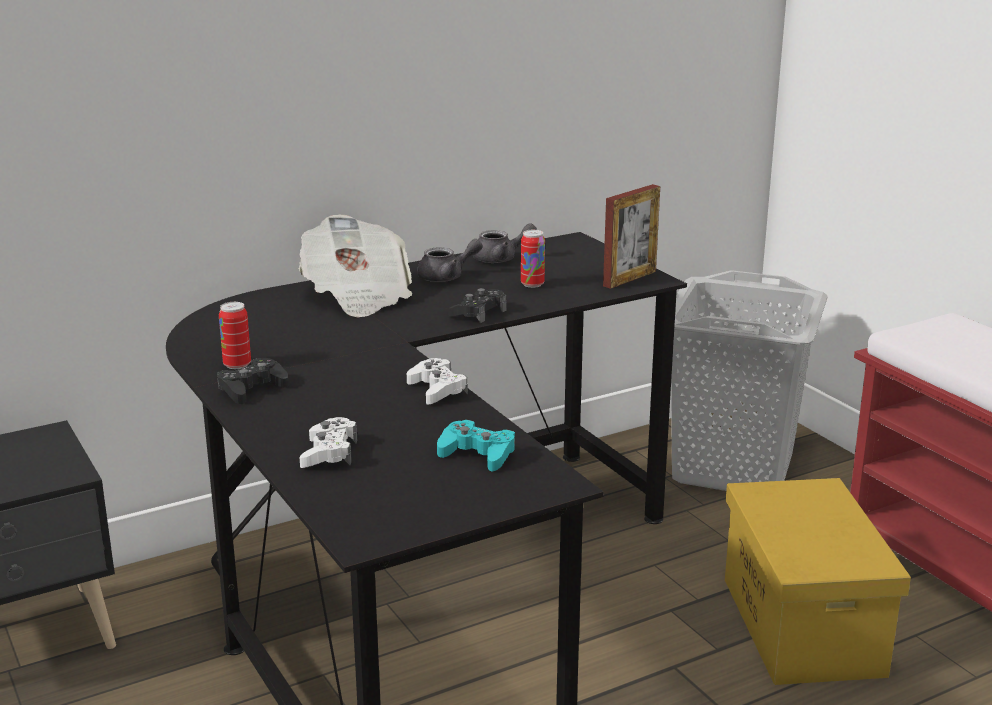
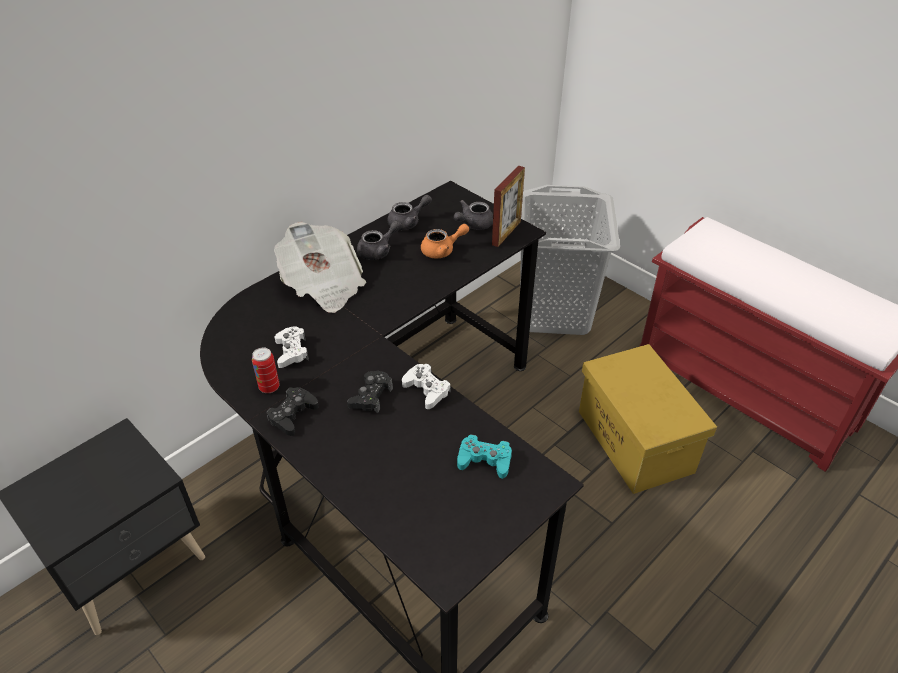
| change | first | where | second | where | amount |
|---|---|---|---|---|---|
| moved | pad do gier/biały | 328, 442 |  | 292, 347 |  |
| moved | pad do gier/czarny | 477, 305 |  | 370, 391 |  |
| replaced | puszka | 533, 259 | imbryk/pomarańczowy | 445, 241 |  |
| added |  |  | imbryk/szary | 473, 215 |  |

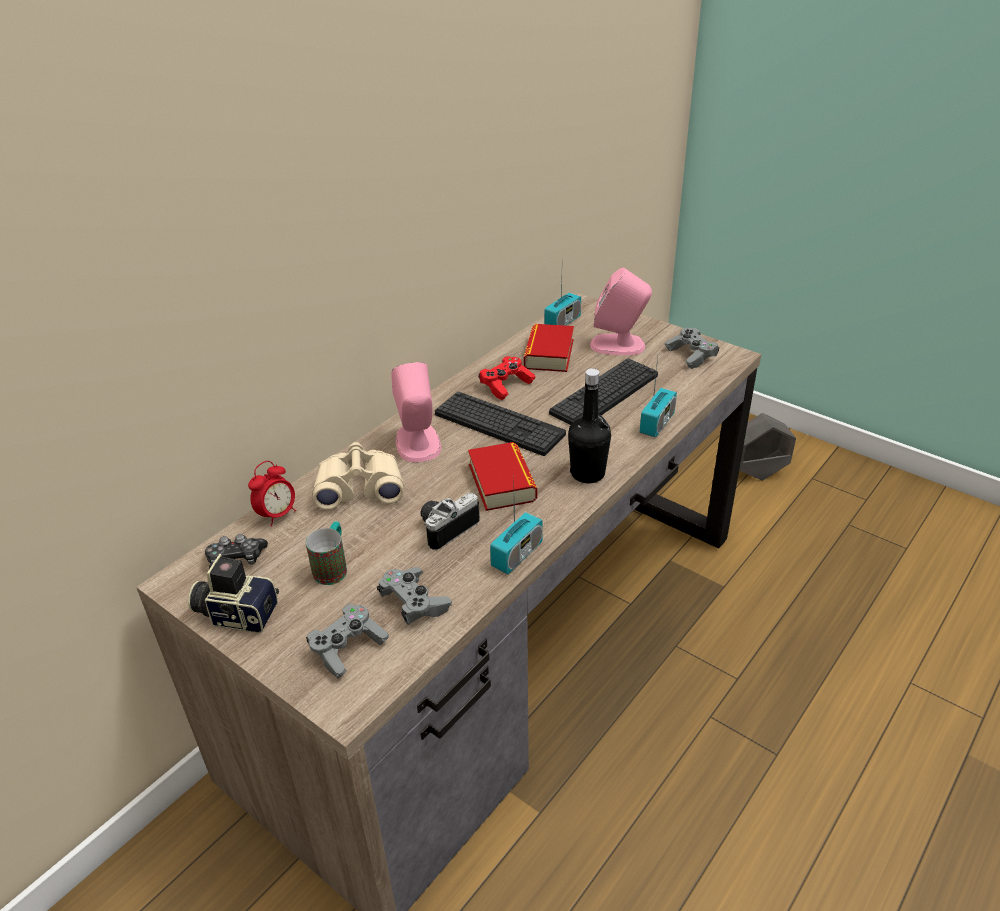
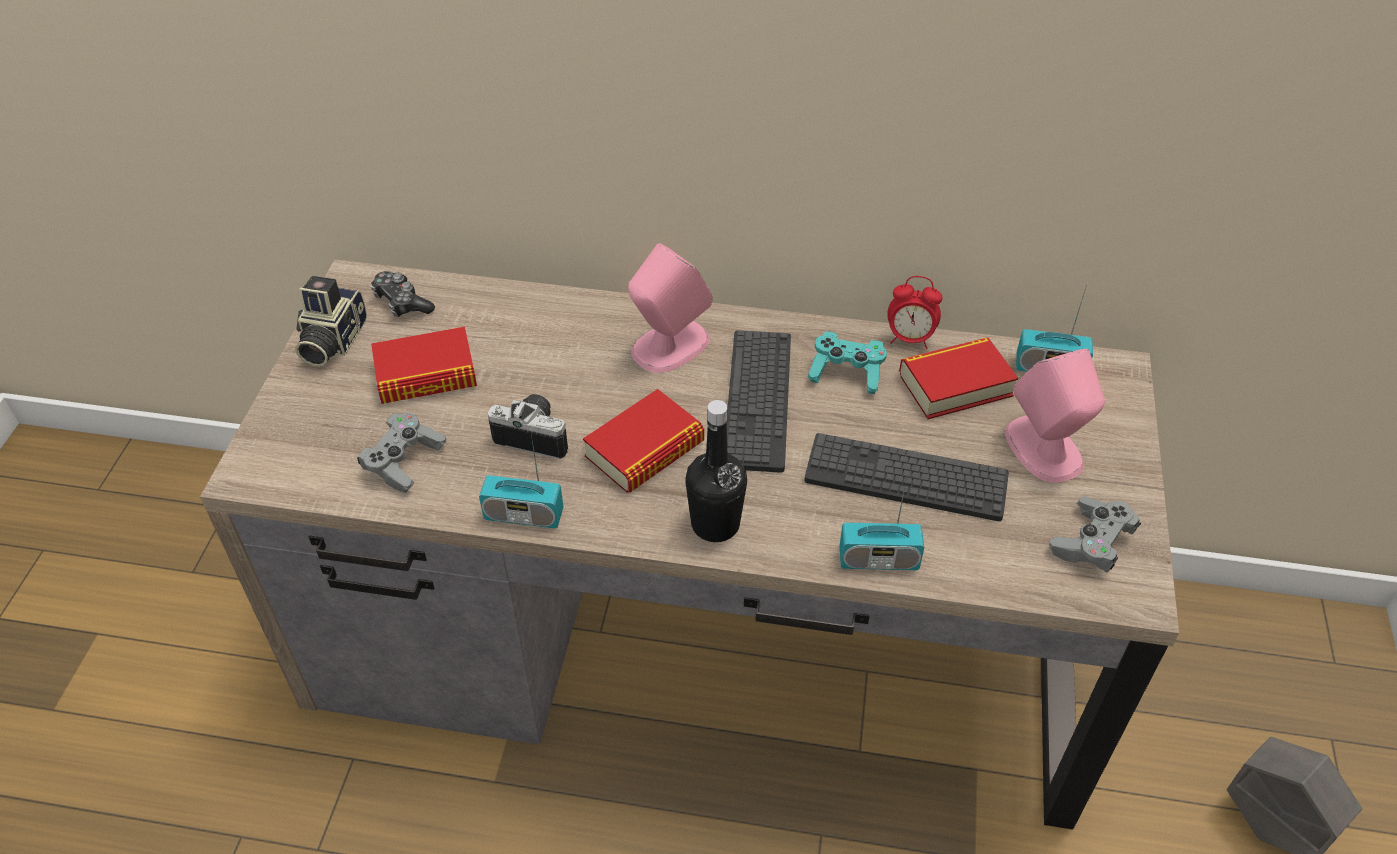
| change | first | where | second | where | amount |
|---|---|---|---|---|---|
| turned | aparat fotograficzny | 233, 593 |  | 331, 321 | 150 degrees counterclockwise |
| replaced | kubek | 326, 553 | książka | 424, 365 |  |
| recoloured | pad do gier/czerwony | 507, 378 | pad do gier/turkusowy | 847, 362 |  |
| moved | budzik | 272, 494 |  | 915, 312 |  |
| removed | pad do gier/szary | 347, 641 |  |  |  |
| removed | lornetka/beżowy | 358, 476 |  |  |  |

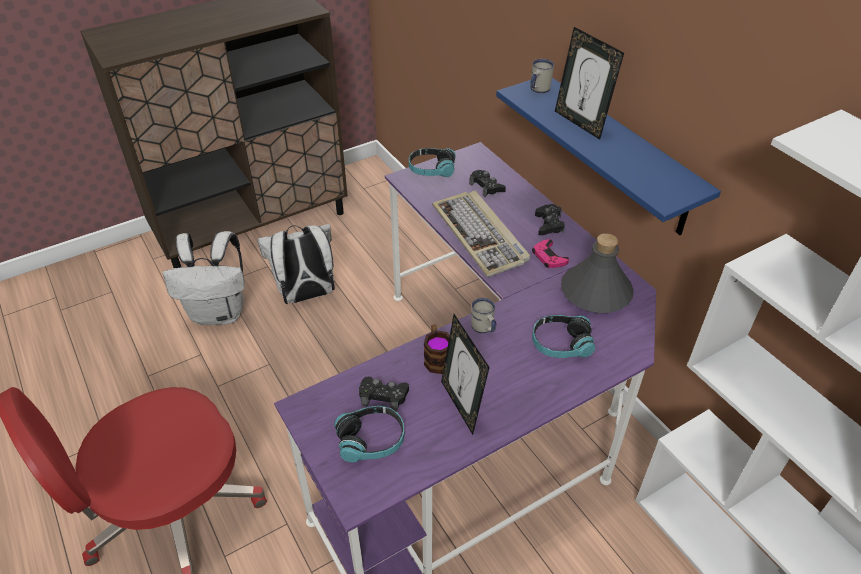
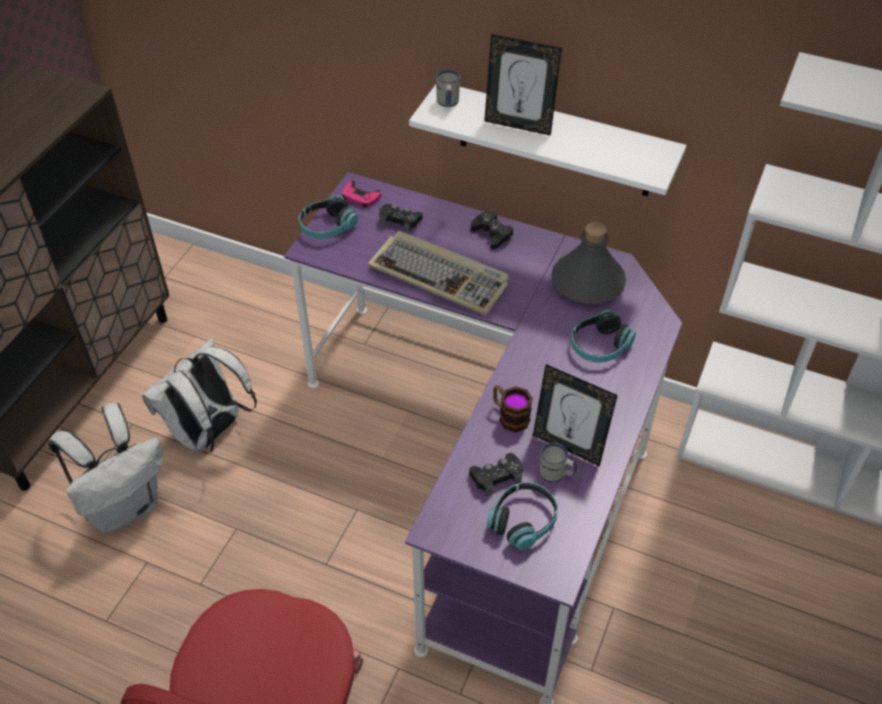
| change | first | where | second | where | amount |
|---|---|---|---|---|---|
| moved | pad do gier/różowy | 550, 253 |  | 361, 193 |  |
| recoloured | półka/niebieski | 608, 156 | półka/biały | 547, 140 |  |
| moved | kubek/biały | 483, 315 |  | 558, 462 |  |

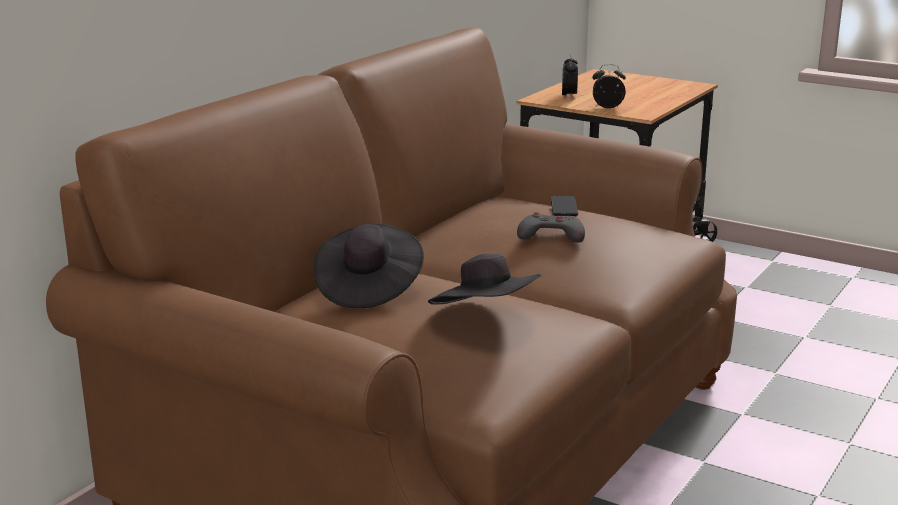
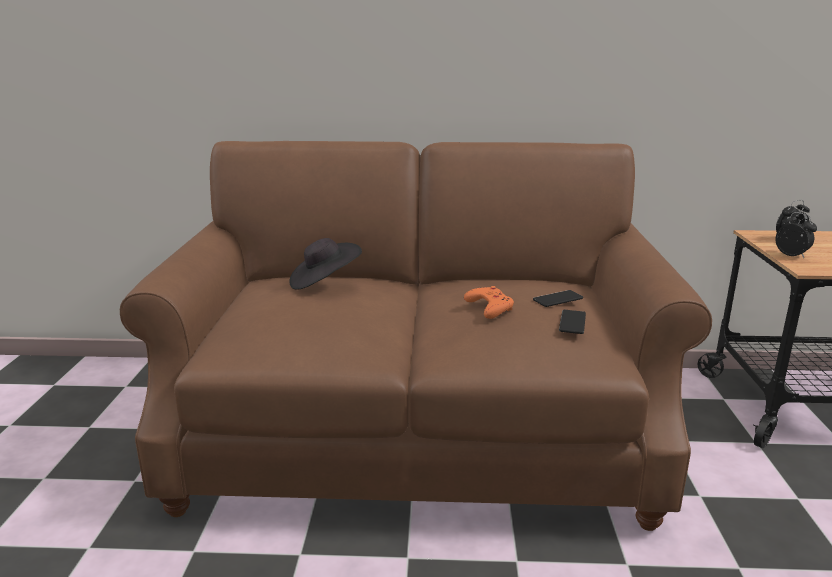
| change | first | where | second | where | amount |
|---|---|---|---|---|---|
| recoloured | pad do gier/szary | 551, 227 | pad do gier/pomarańczowy | 489, 302 |  |
| added |  |  | telefon | 572, 322 |  |
| removed | kapelusz/czarny | 484, 279 |  |  |  |

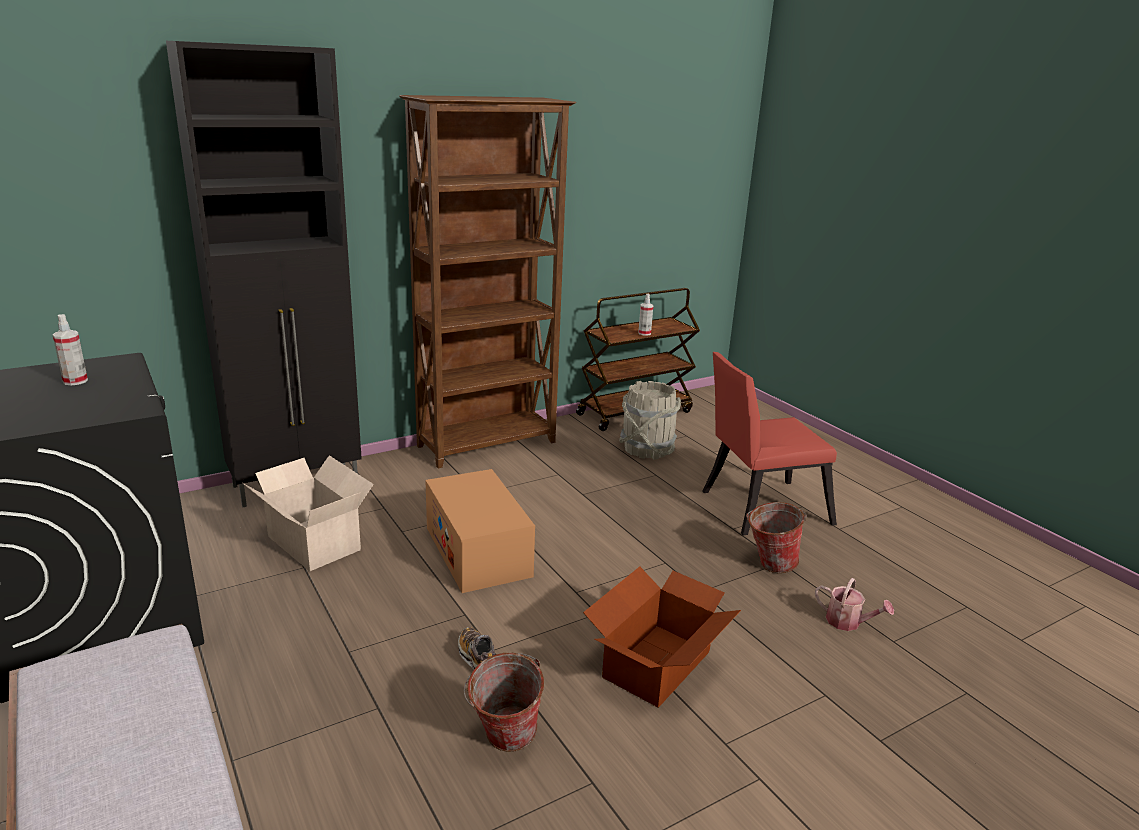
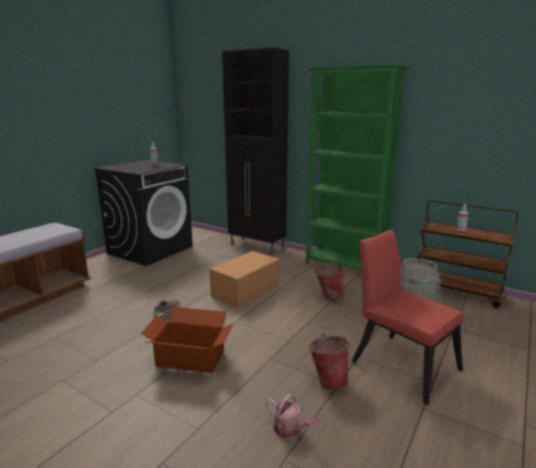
| change | first | where | second | where | amount |
|---|---|---|---|---|---|
| turned | konewka | 854, 604 |  | 292, 416 | 60 degrees counterclockwise |
| recoloured | regał/brązowy | 487, 282 | regał/zielony | 357, 167 |  |
| moved | wiadro | 504, 702 |  | 330, 281 |  |
| removed | karton | 308, 513 |  |  |  |

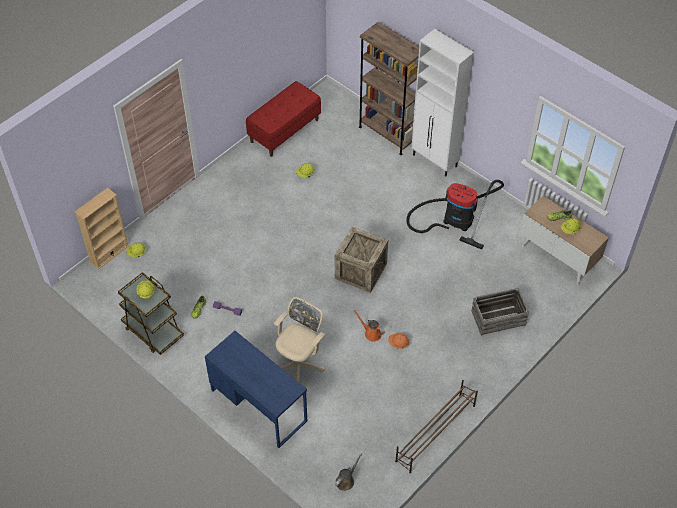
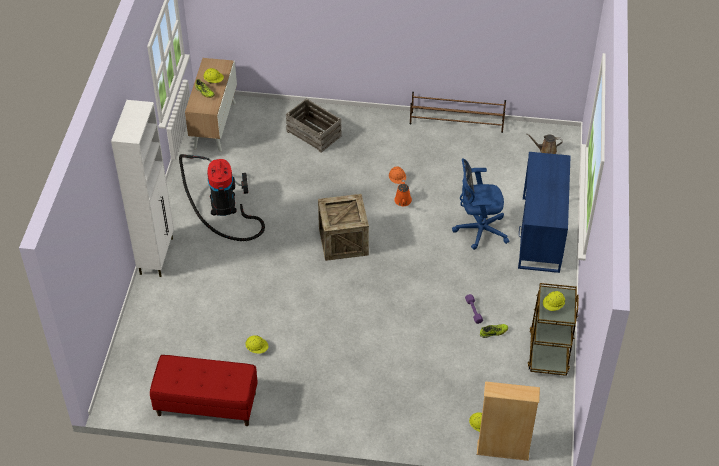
| change | first | where | second | where | amount |
|---|---|---|---|---|---|
| recoloured | krzesło biurowe/beżowy | 299, 341 | krzesło biurowe/niebieski | 480, 204 |  |
| removed | regał/brązowy | 389, 88 |  |  |  |

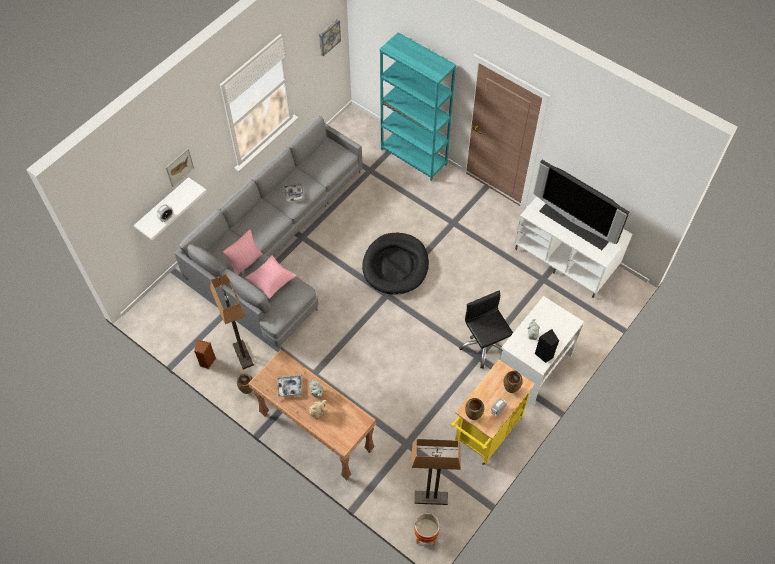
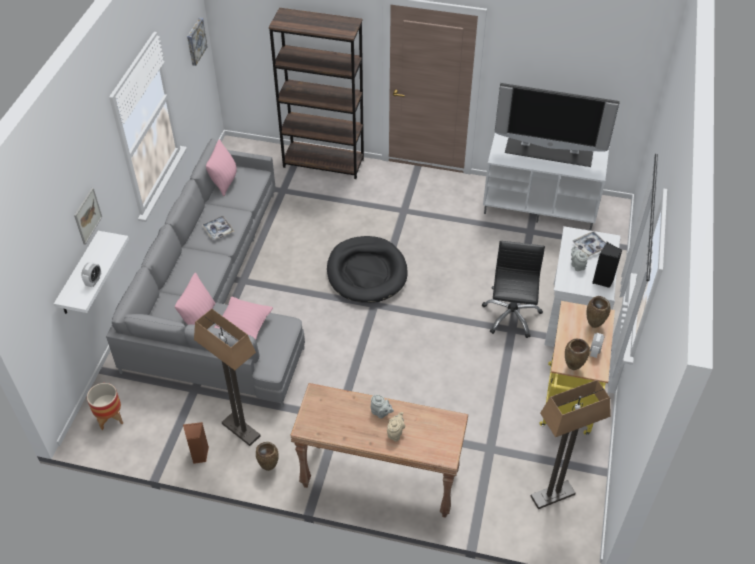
| change | first | where | second | where | amount |
|---|---|---|---|---|---|
| moved | donica | 427, 529 |  | 105, 406 |  |
| added |  |  | poduszka/różowy | 221, 167 |  |
| recoloured | regał/turkusowy | 417, 106 | regał/brązowy | 316, 93 |  |
| turned | krzesło biurowe/czarny | 486, 329 |  | 513, 289 | 60 degrees clockwise |
| moved | taca | 289, 386 |  | 589, 244 |  |

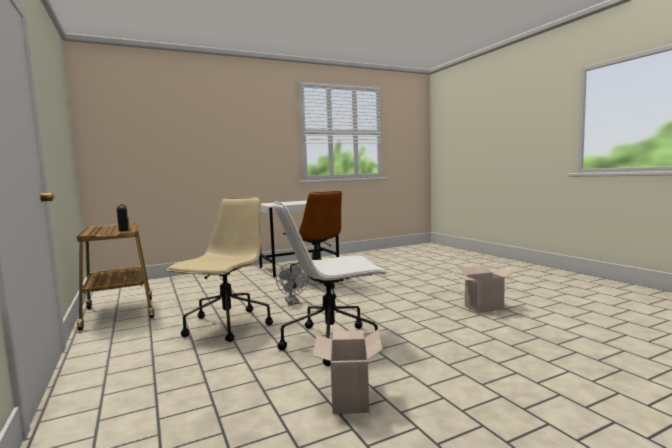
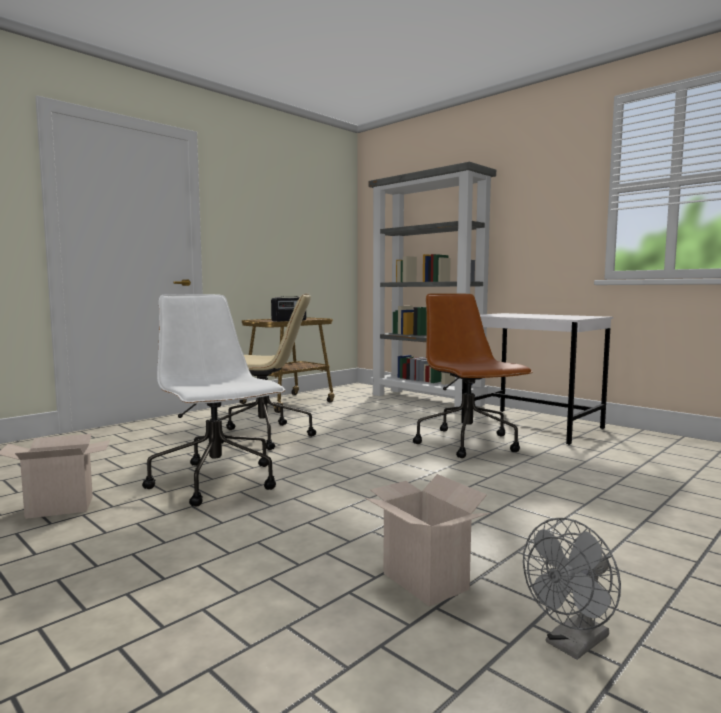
| change | first | where | second | where | amount |
|---|---|---|---|---|---|
| added |  |  | regał/szary | 432, 286 |  |
| turned | krzesło biurowe/brązowy | 315, 240 |  | 473, 375 | 120 degrees clockwise |
| moved | wentylator/szary | 292, 284 |  | 572, 589 |  |

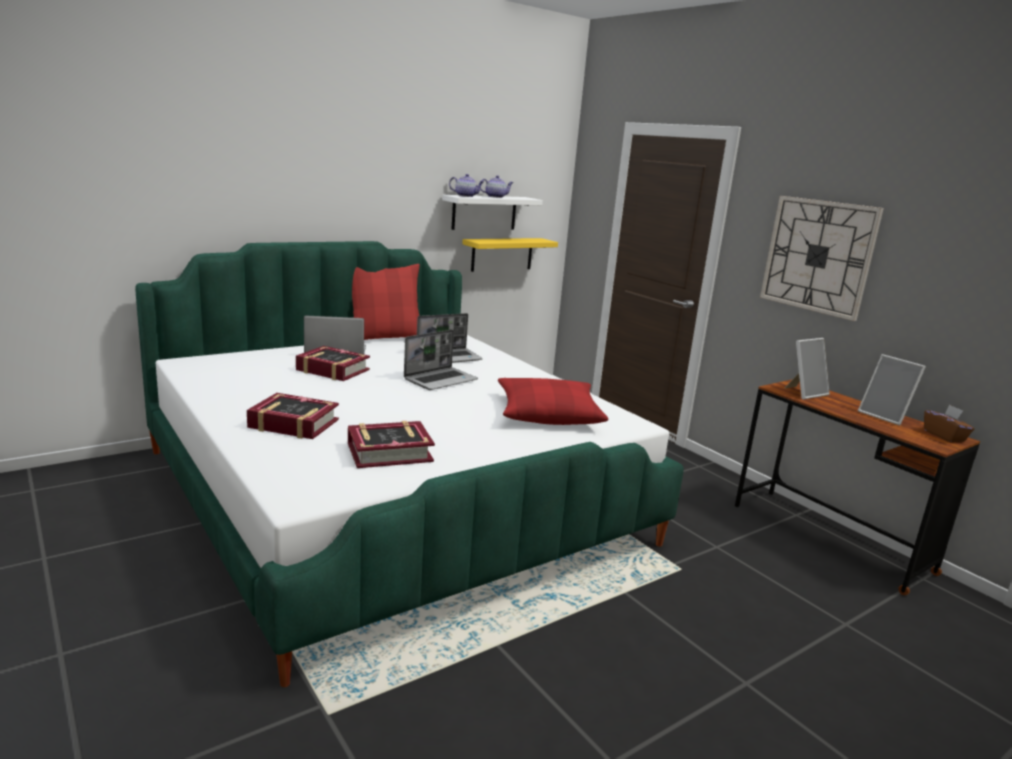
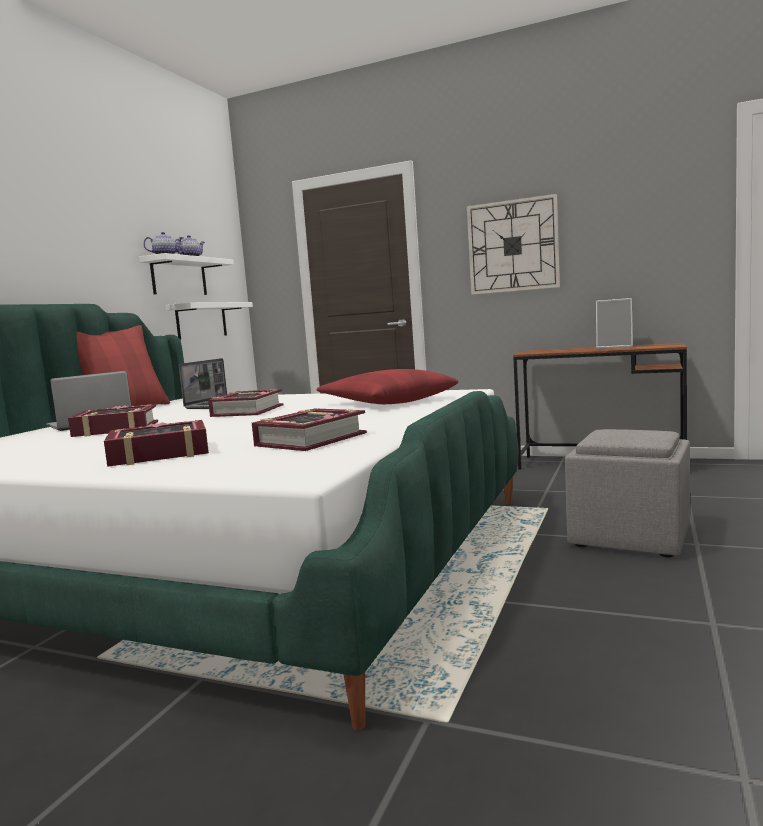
| change | first | where | second | where | amount |
|---|---|---|---|---|---|
| recoloured | półka/żółty | 510, 255 | półka/biały | 209, 321 |  |
| replaced | laptop | 441, 359 | książka | 245, 403 |  |
| added |  |  | pufa/szary | 627, 493 |  |
| removed | ramka na zdjęcie | 807, 368 |  |  |  |
| removed | pudełko chusteczek/brązowy | 949, 423 |  |  |  |

